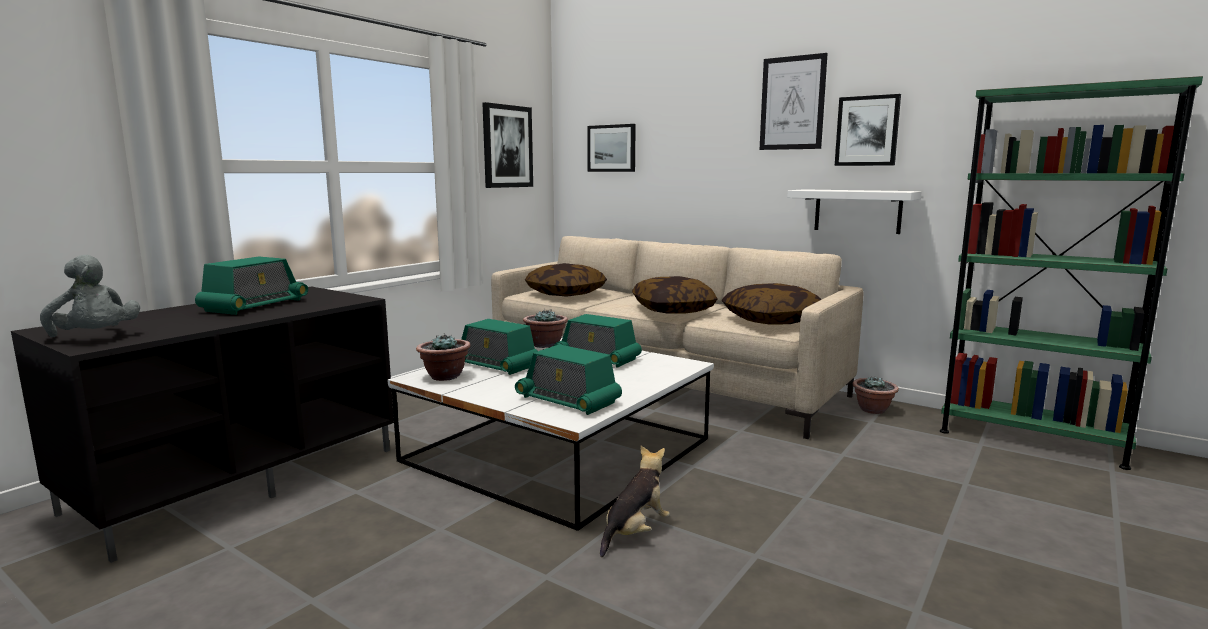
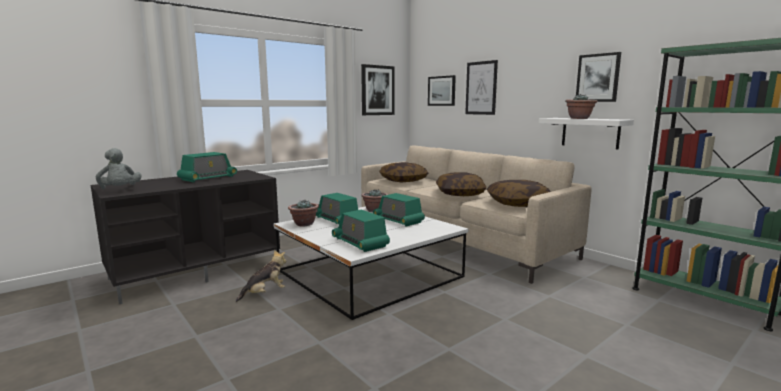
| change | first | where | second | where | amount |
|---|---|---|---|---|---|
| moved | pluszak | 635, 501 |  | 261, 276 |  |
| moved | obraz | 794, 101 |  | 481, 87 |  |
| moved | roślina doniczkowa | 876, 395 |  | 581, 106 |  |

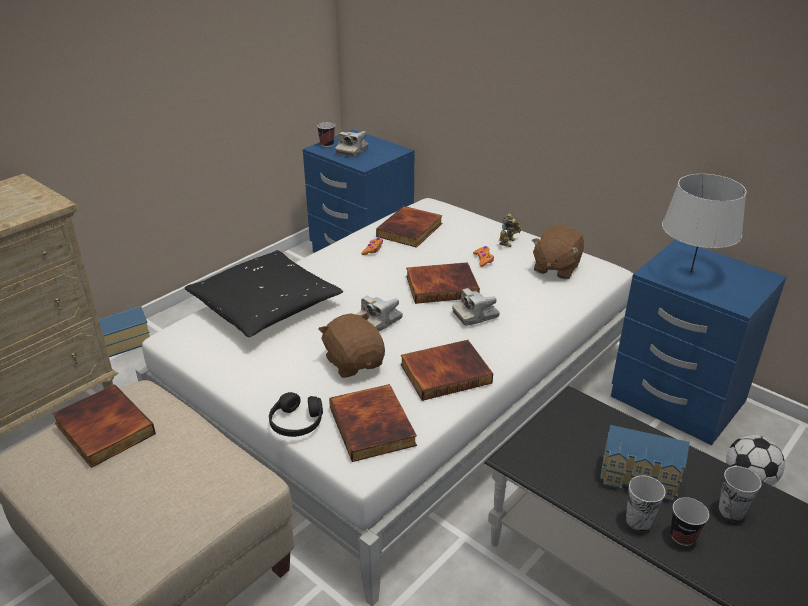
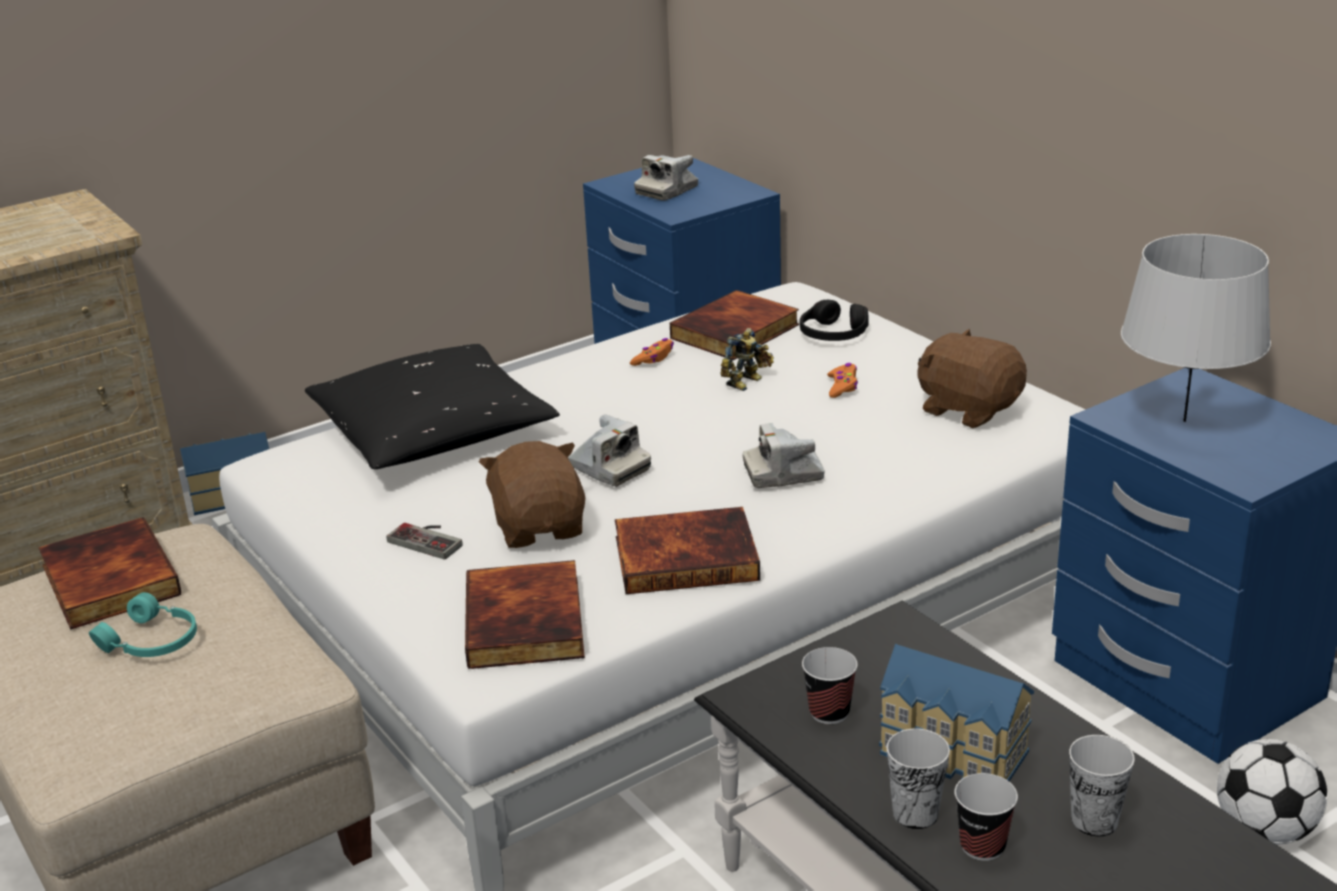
| change | first | where | second | where | amount |
|---|---|---|---|---|---|
| added |  |  | słuchawki/turkusowy | 143, 624 |  |
| added |  |  | pad do gier | 425, 541 |  |
| turned | aparat fotograficzny | 379, 313 |  | 609, 450 | 105 degrees counterclockwise |
| moved | robot zabawkowy | 510, 230 |  | 747, 359 |  |
| moved | słuchawki/czarny | 296, 414 |  | 834, 320 |  |
| moved | filiżanka | 326, 134 |  | 830, 685 |  |
| turned | pluszak/brązowy | 558, 252 |  | 972, 378 | 90 degrees clockwise |
| removed | książka | 443, 283 |  |  |  |

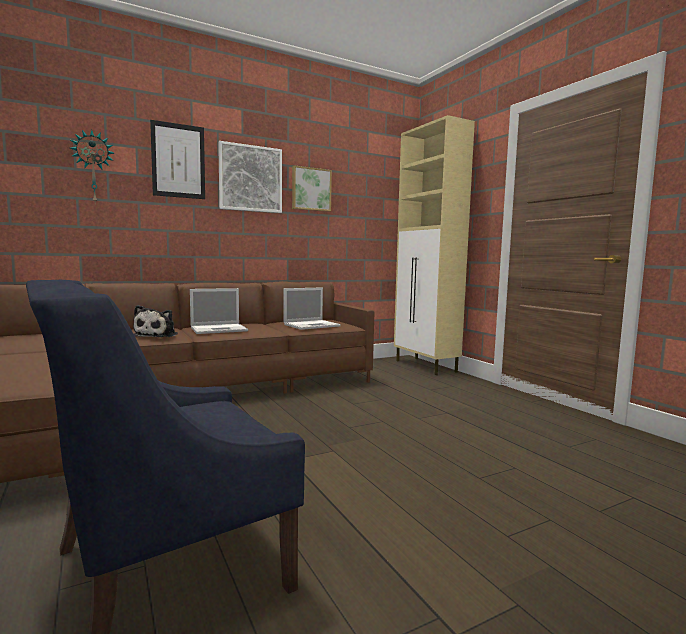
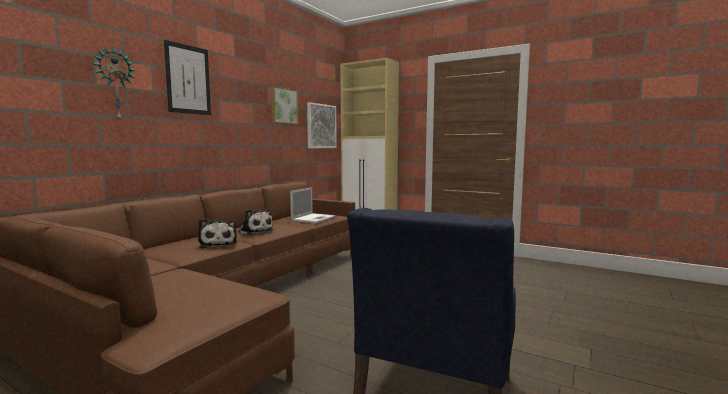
| change | first | where | second | where | amount |
|---|---|---|---|---|---|
| replaced | laptop | 219, 311 | pluszak | 256, 222 |  |
| moved | obraz | 250, 177 |  | 322, 125 |  |

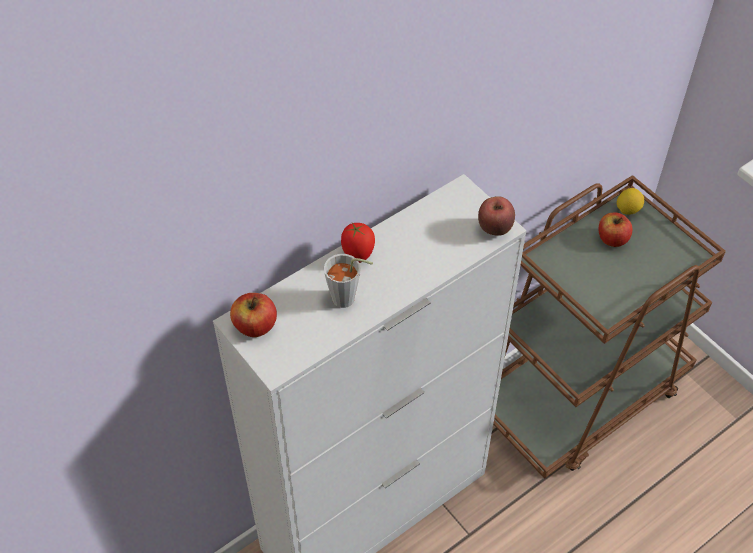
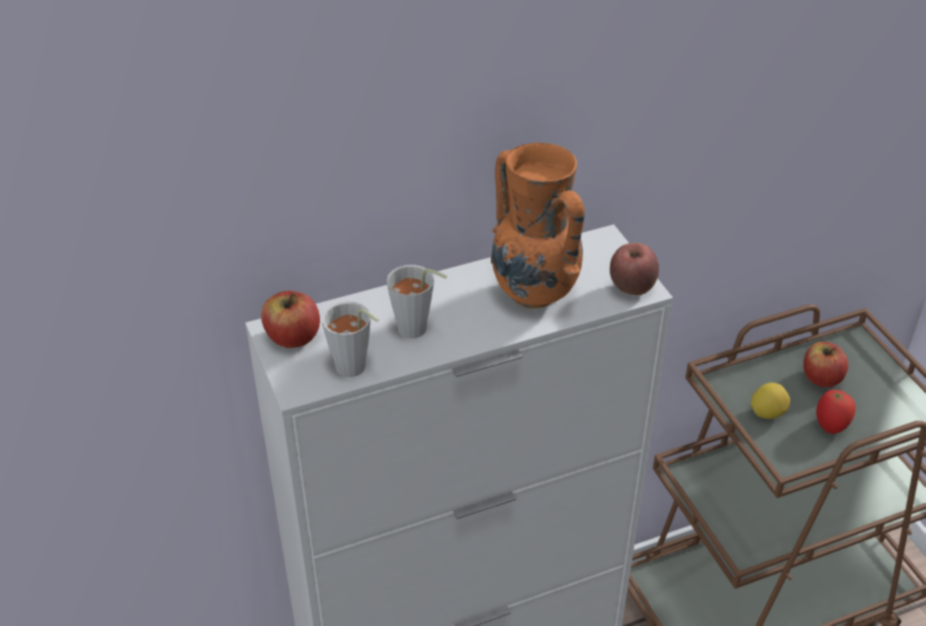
| change | first | where | second | where | amount |
|---|---|---|---|---|---|
| added |  |  | filiżanka/szary | 350, 339 |  |
| added |  |  | wazon/pomarańczowy | 538, 226 |  |
| moved | cytryna | 630, 201 |  | 770, 401 |  |
| moved | pomidor | 358, 243 |  | 835, 411 |  |

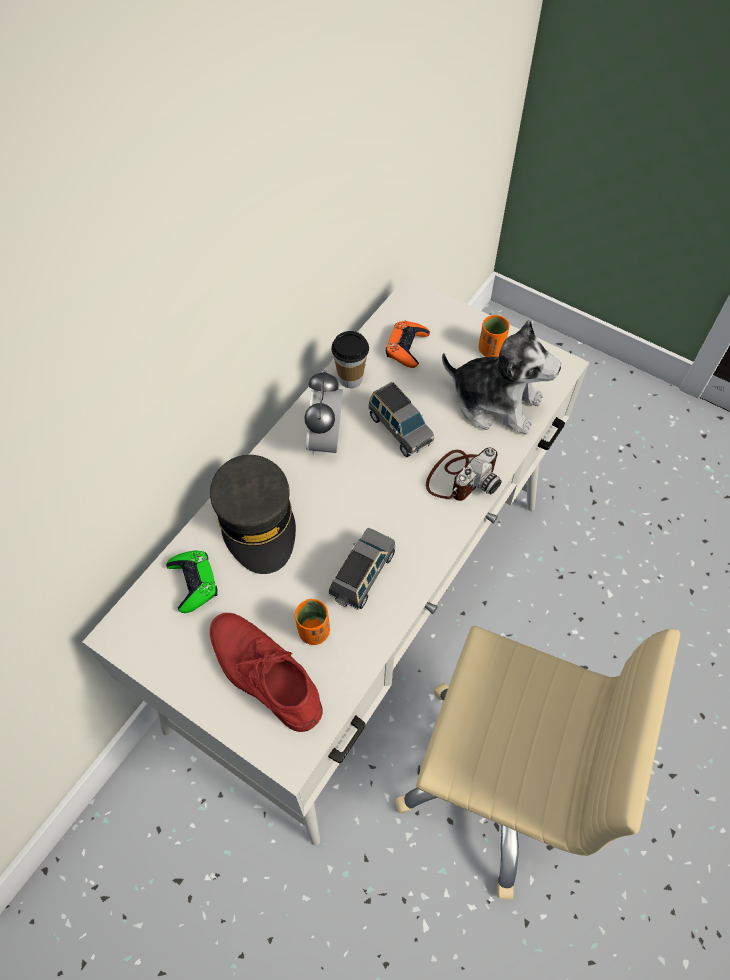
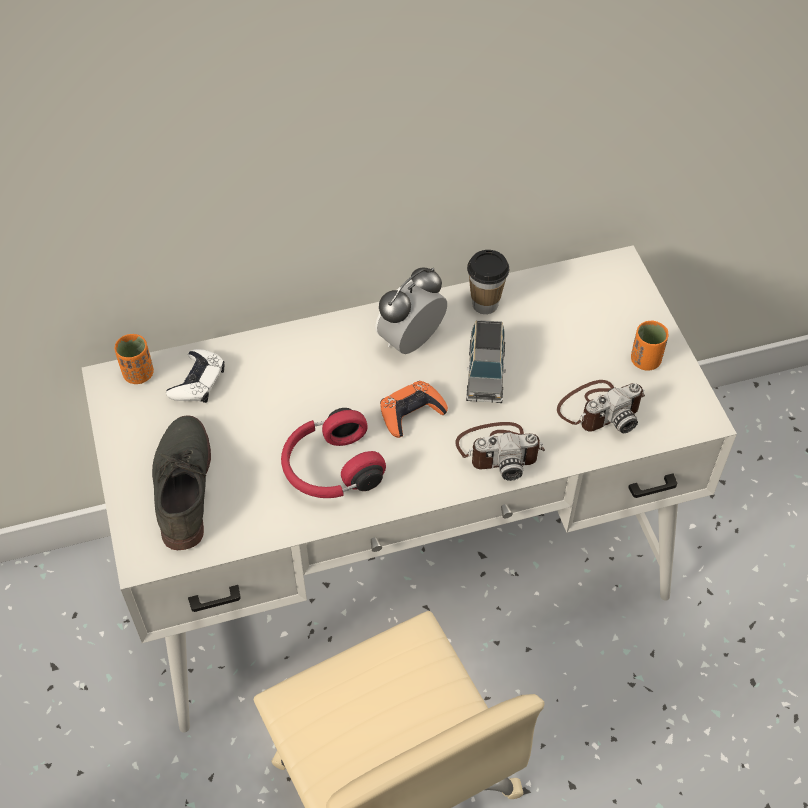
| change | first | where | second | where | amount |
|---|---|---|---|---|---|
| moved | filiżanka/pomarańczowy | 312, 622 |  | 134, 359 |  |
| recoloured | but/czerwony | 266, 672 | but/szary | 181, 482 |  |
| recoloured | pad do gier/zielony | 192, 581 | pad do gier/biały | 195, 376 |  |
| replaced | samochodzik/szary | 362, 568 | słuchawki/czerwony | 333, 453 |  |
| moved | pad do gier/pomarańczowy | 408, 344 |  | 414, 409 |  |
| replaced | pluszak | 501, 377 | aparat fotograficzny | 601, 406 |  |
| removed | czapka z daszkiem/szary | 253, 514 |  |  |  |

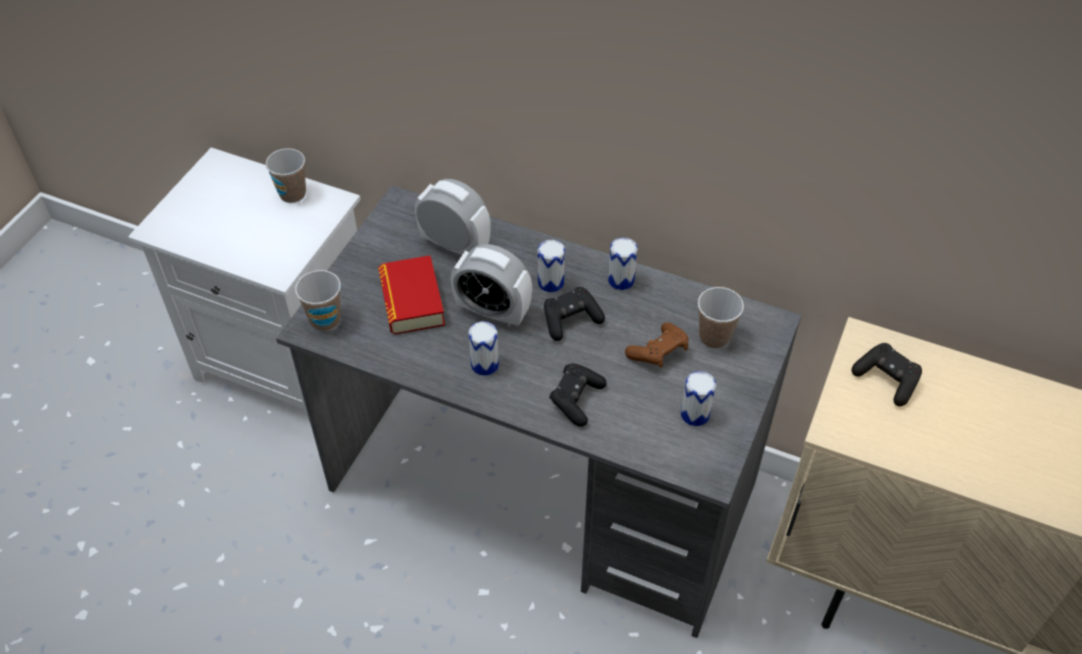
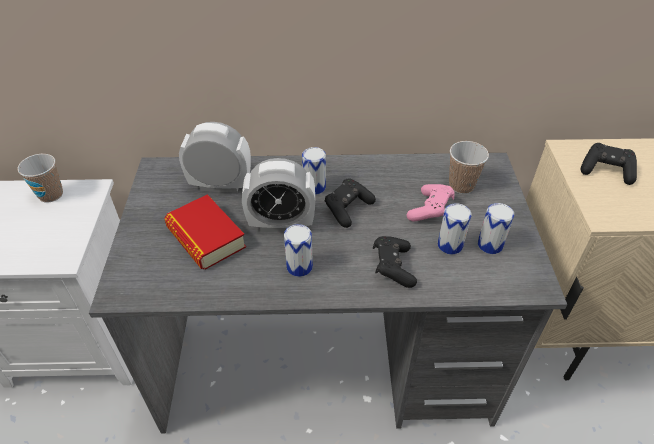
| change | first | where | second | where | amount |
|---|---|---|---|---|---|
| recoloured | pad do gier/brązowy | 656, 344 | pad do gier/różowy | 431, 202 |  |
| moved | puszka | 622, 264 |  | 455, 229 |  |
| removed | filiżanka | 318, 300 |  |  |  |

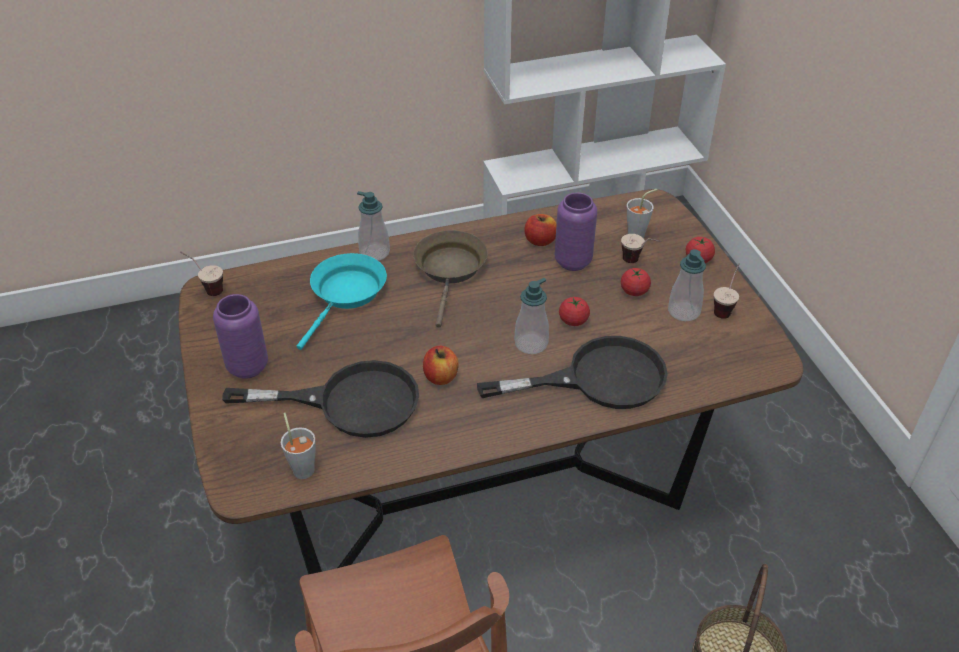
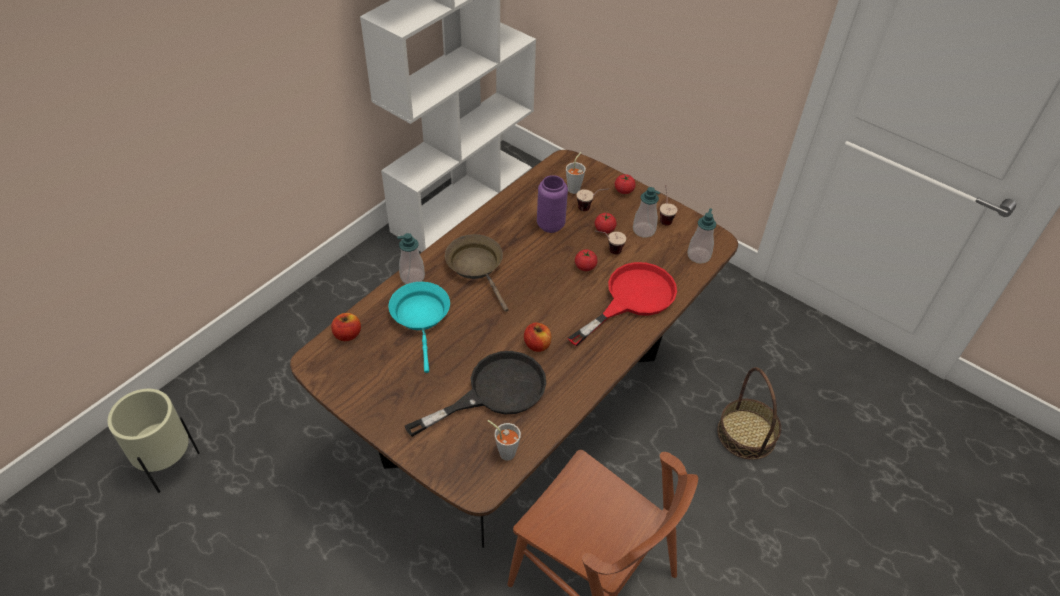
| change | first | where | second | where | amount |
|---|---|---|---|---|---|
| added |  |  | donica/beżowy | 153, 441 |  |
| moved | jabłko | 540, 230 |  | 346, 327 |  |
| recoloured | patelnia/czarny | 572, 372 | patelnia/czerwony | 622, 304 |  |
| moved | filiżanka | 201, 274 |  | 610, 243 |  |
| moved | dozownik mydła | 532, 316 |  | 702, 236 |  |
| removed | wazon/fioletowy | 240, 336 |  |  |  |

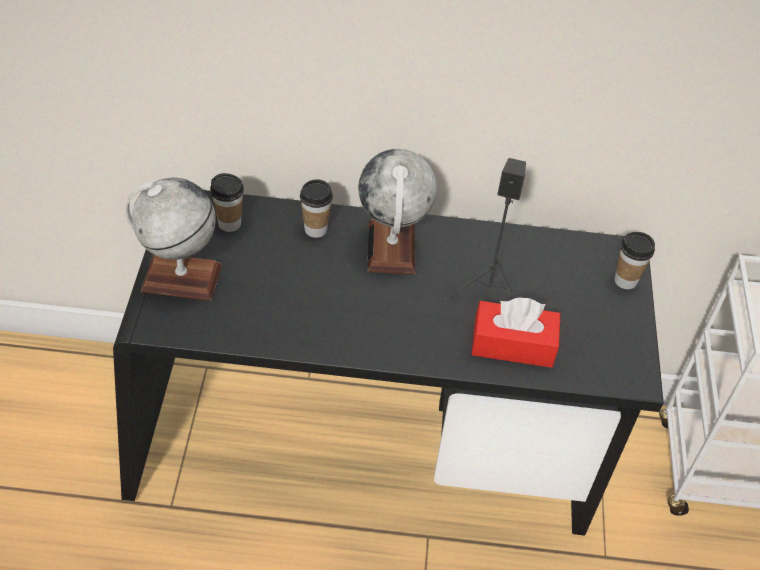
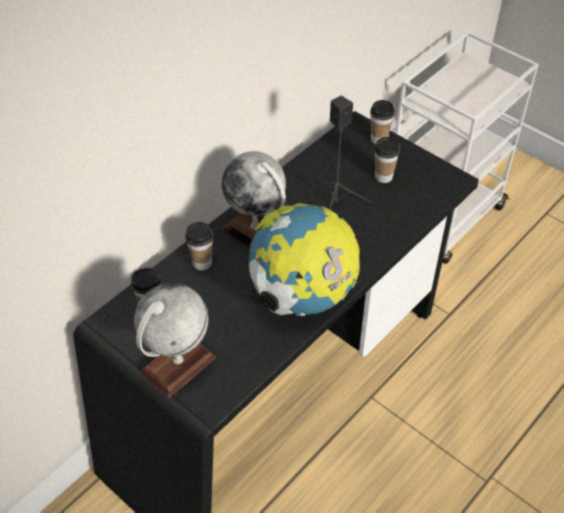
| change | first | where | second | where | amount |
|---|---|---|---|---|---|
| added |  |  | globus | 304, 259 |  |
| added |  |  | filiżanka | 387, 160 |  |
| removed | pudełko chusteczek/czerwony | 516, 333 |  |  |  |

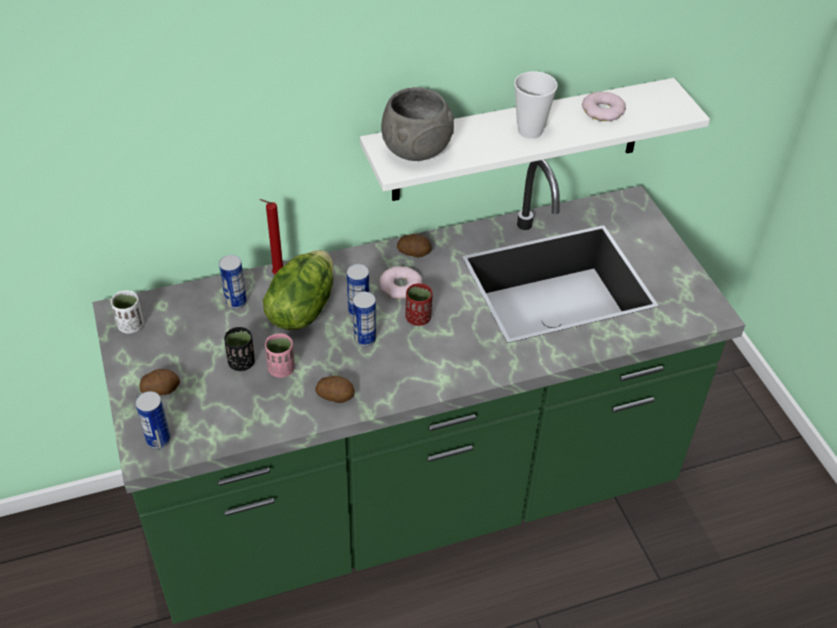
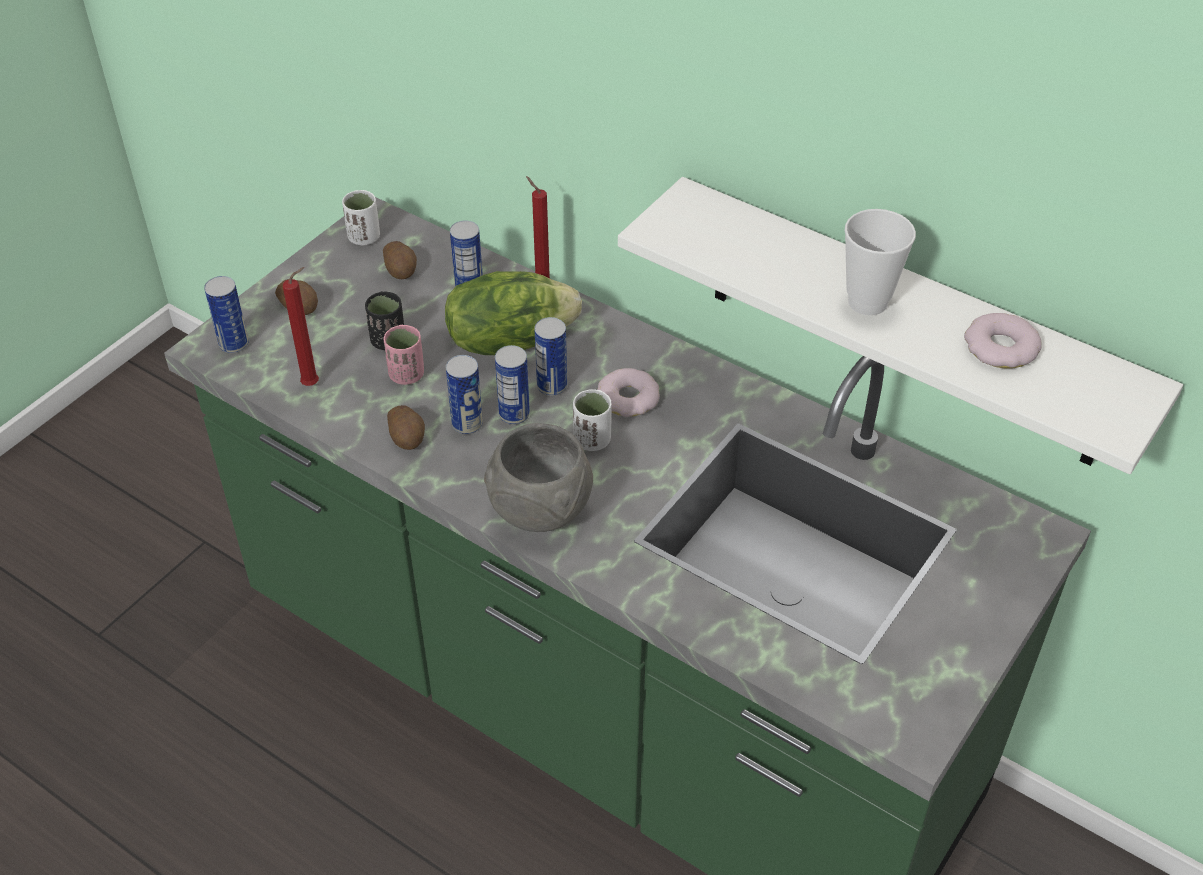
| change | first | where | second | where | amount |
|---|---|---|---|---|---|
| added |  |  | świeca/czerwony | 301, 326 |  |
| moved | ziemniak | 414, 245 |  | 400, 260 |  |
| added |  |  | puszka | 464, 394 |  |
| moved | miska/szary | 417, 124 |  | 538, 477 |  |
| recoloured | filiżanka/czerwony | 419, 304 | filiżanka/biały | 592, 420 |  |

